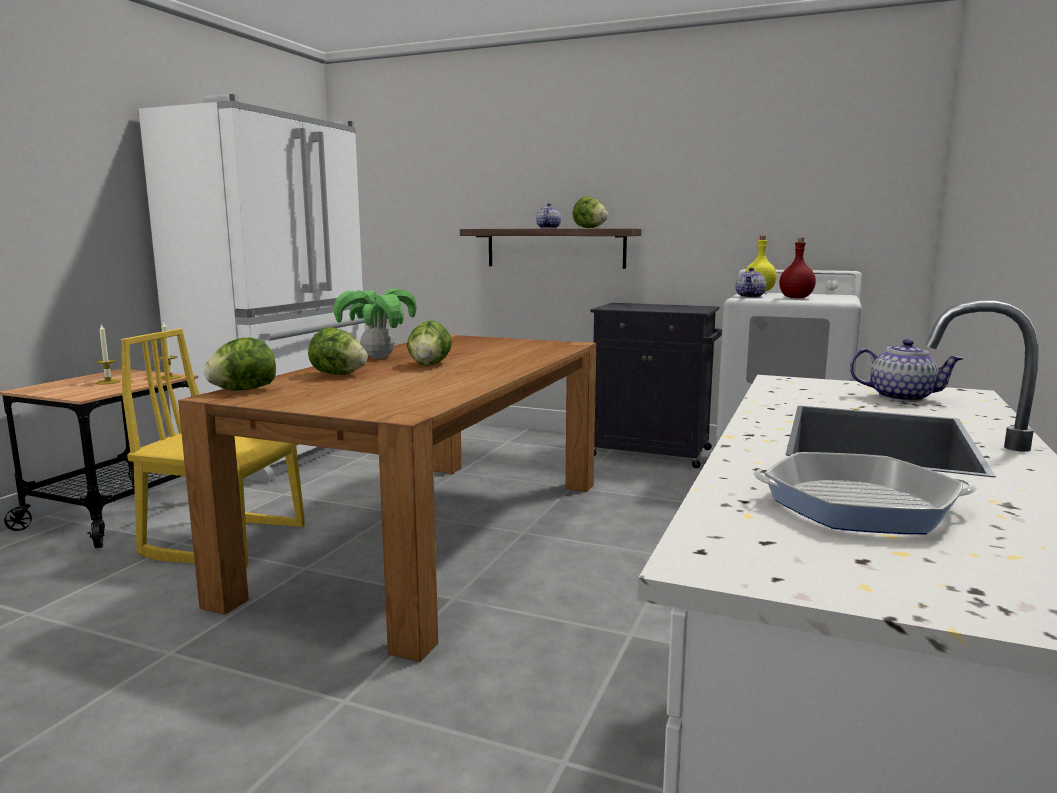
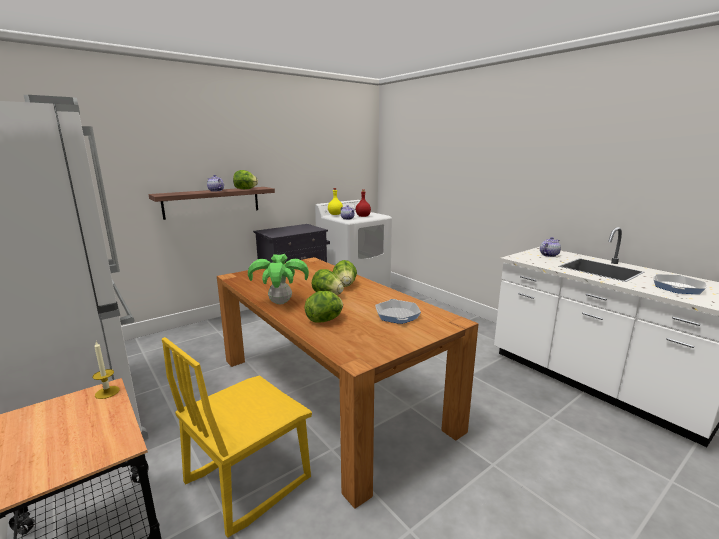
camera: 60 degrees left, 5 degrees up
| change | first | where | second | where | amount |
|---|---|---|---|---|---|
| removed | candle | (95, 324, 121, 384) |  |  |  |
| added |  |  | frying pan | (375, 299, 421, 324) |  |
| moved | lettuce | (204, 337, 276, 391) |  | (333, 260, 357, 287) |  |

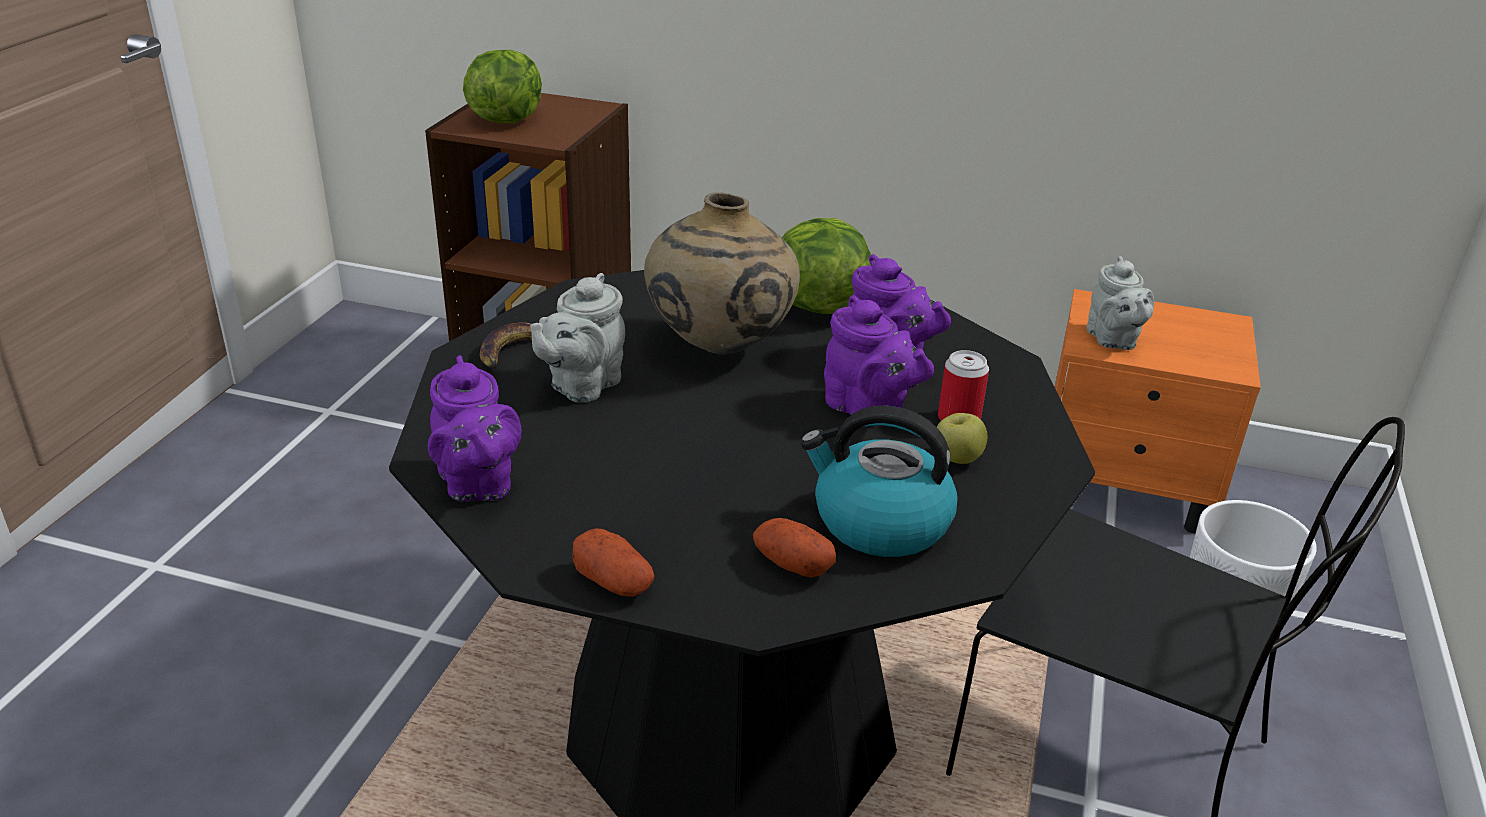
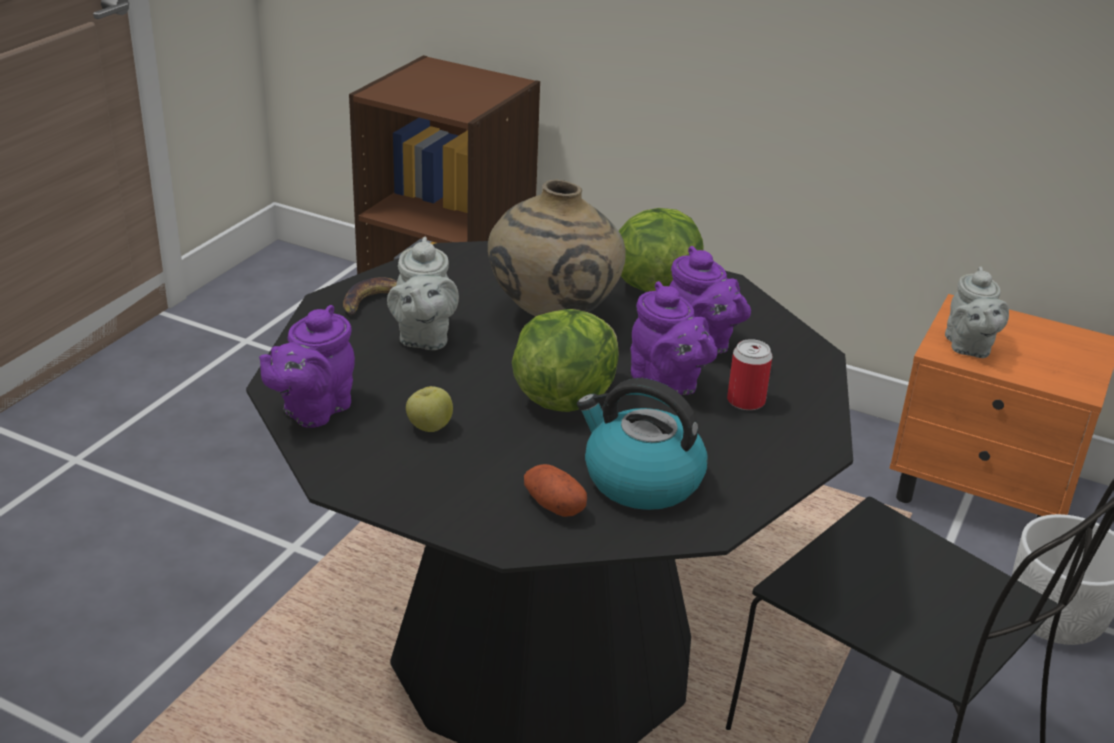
camera: 10 degrees right, 0 degrees up
| change | first | where | second | where | amount |
|---|---|---|---|---|---|
| removed | whole potato | (572, 528, 654, 597) |  |  |  |
| moved | lettuce | (463, 50, 542, 124) |  | (512, 309, 619, 412) |  |
| moved | apple | (937, 413, 987, 464) |  | (406, 386, 453, 432) |  |
| turned | teapot in purple-coloured | (428, 355, 522, 501) |  | (259, 305, 355, 428) | 45 degrees clockwise |
| turned | teapot in gray | (530, 273, 625, 402) |  | (387, 236, 459, 350) | 45 degrees counterclockwise |

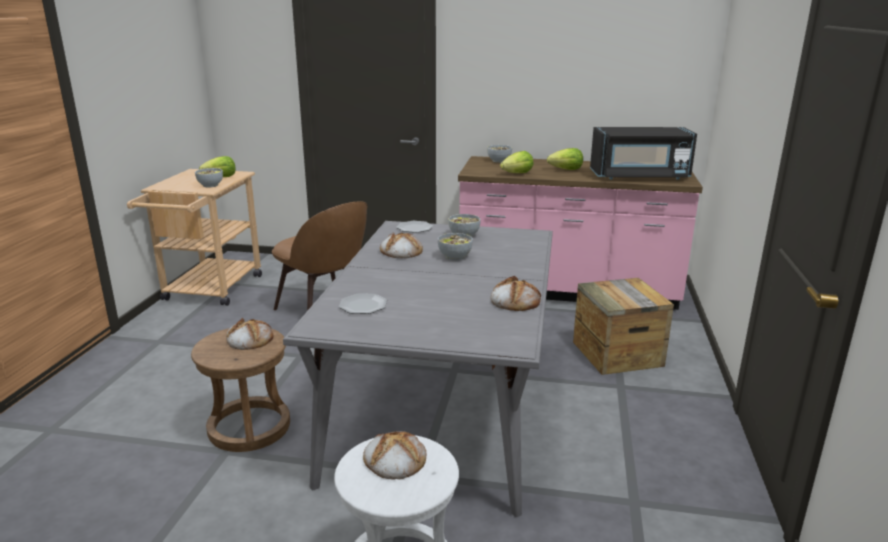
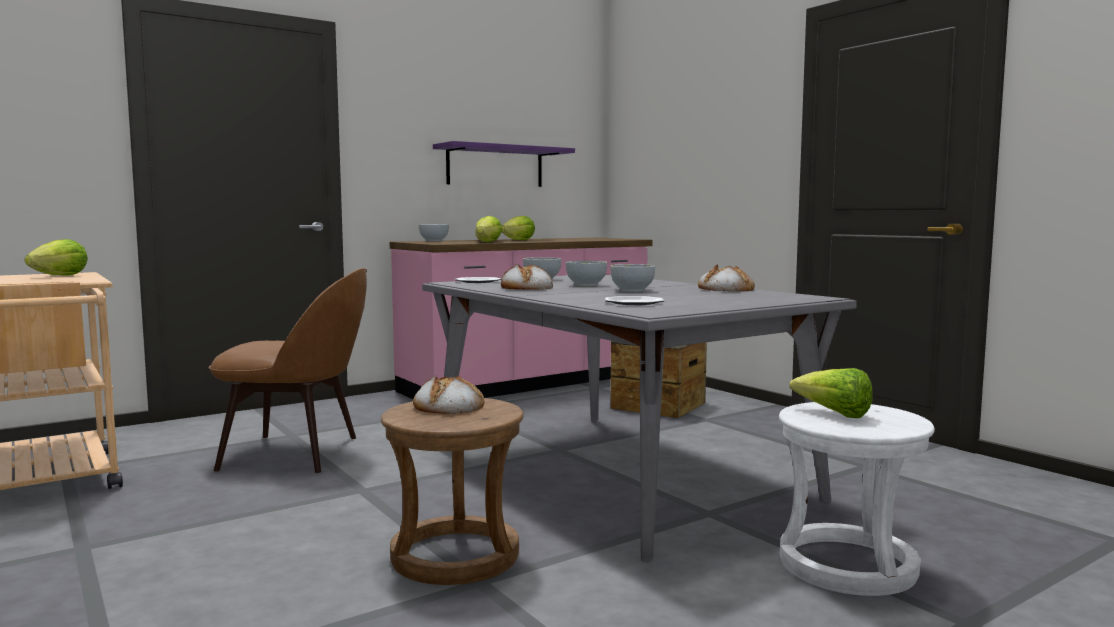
camera: 45 degrees left, 15 degrees down
| change | first | where | second | where | amount |
|---|---|---|---|---|---|
| removed | kitchen microwave in black | (590, 127, 697, 180) |  |  |  |
| added |  |  | bracket shelf in purple-coloured | (433, 141, 575, 187) |  |
| moved | bowl | (195, 168, 223, 188) |  | (610, 264, 655, 292) |  |
| replaced | baked bread | (363, 431, 426, 480) | lettuce | (789, 368, 873, 418) |  |

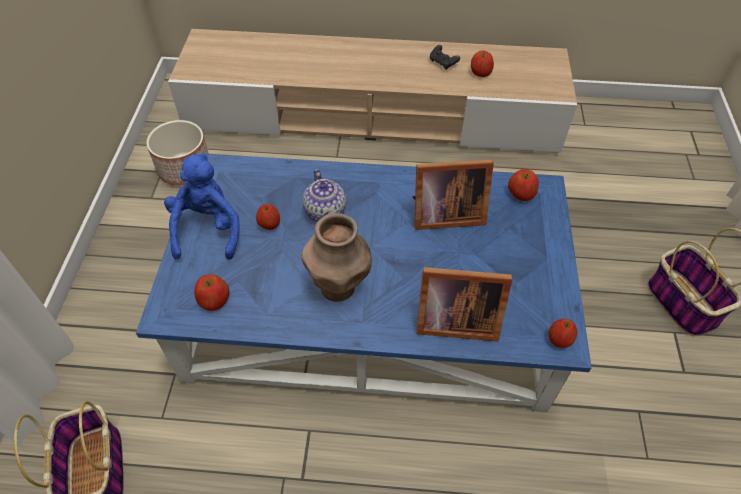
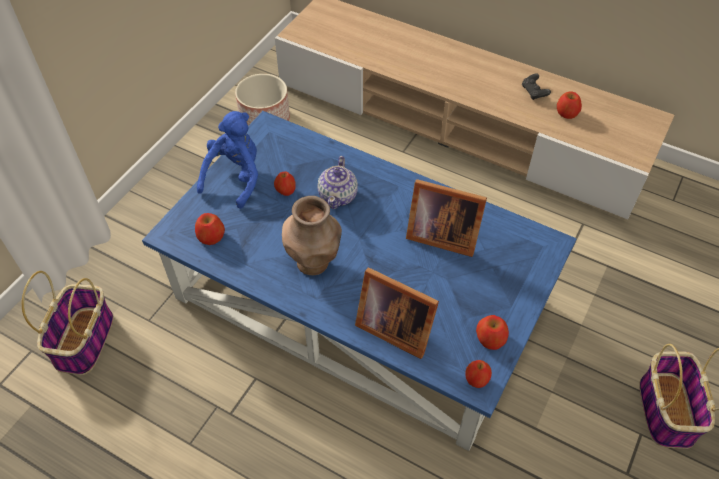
camera: 25 degrees right, 0 degrees up
| change | first | where | second | where | amount |
|---|---|---|---|---|---|
| moved | apple | (508, 169, 539, 201) |  | (476, 315, 509, 350) |  |

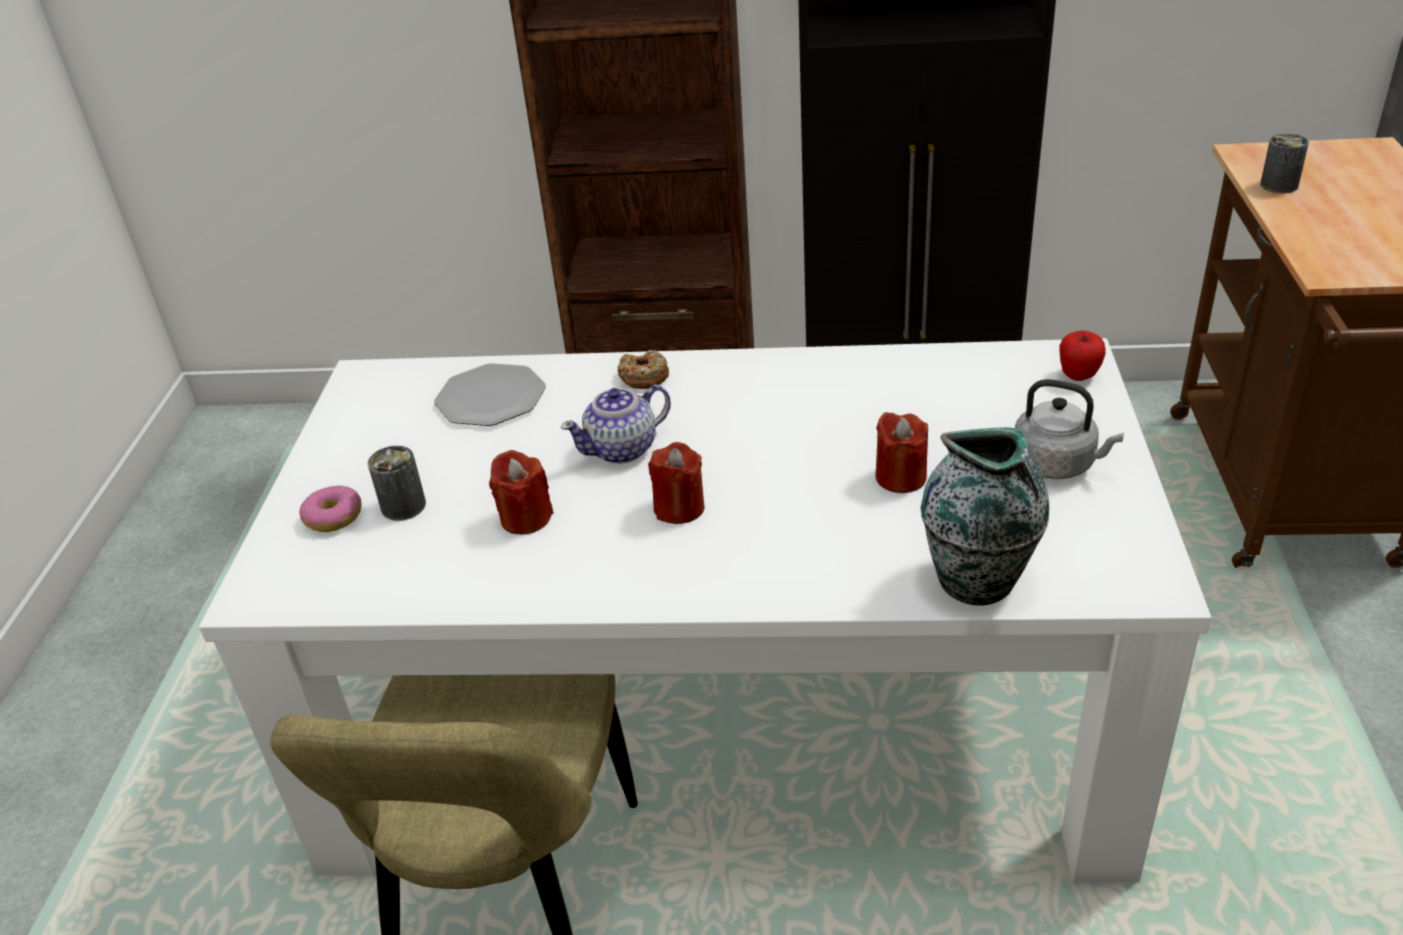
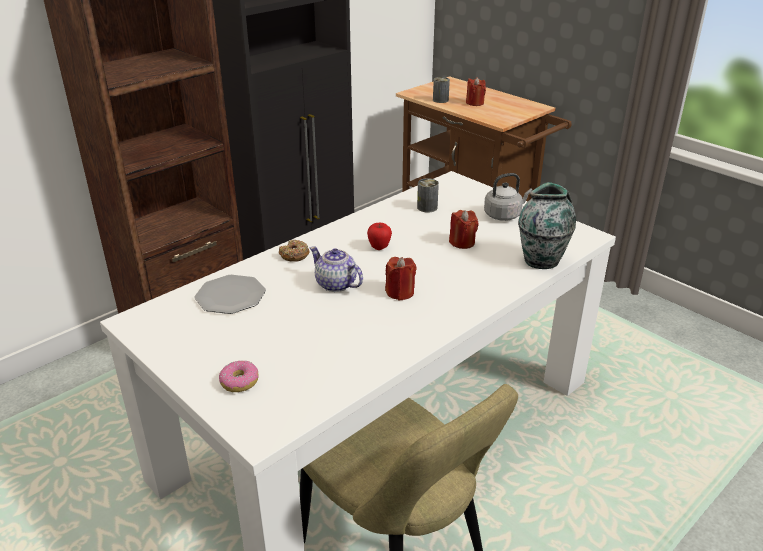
camera: 50 degrees left, 5 degrees down
| change | first | where | second | where | amount |
|---|---|---|---|---|---|
| moved | sealed can | (368, 446, 426, 521) |  | (417, 178, 439, 213) |  |
| moved | candle in red-coloured | (489, 450, 554, 534) |  | (466, 77, 486, 106) |  |
| moved | apple | (1059, 331, 1106, 381) |  | (367, 223, 392, 250) |  |
| turned | teapot | (561, 384, 671, 464) |  | (310, 246, 363, 292) | 120 degrees clockwise |

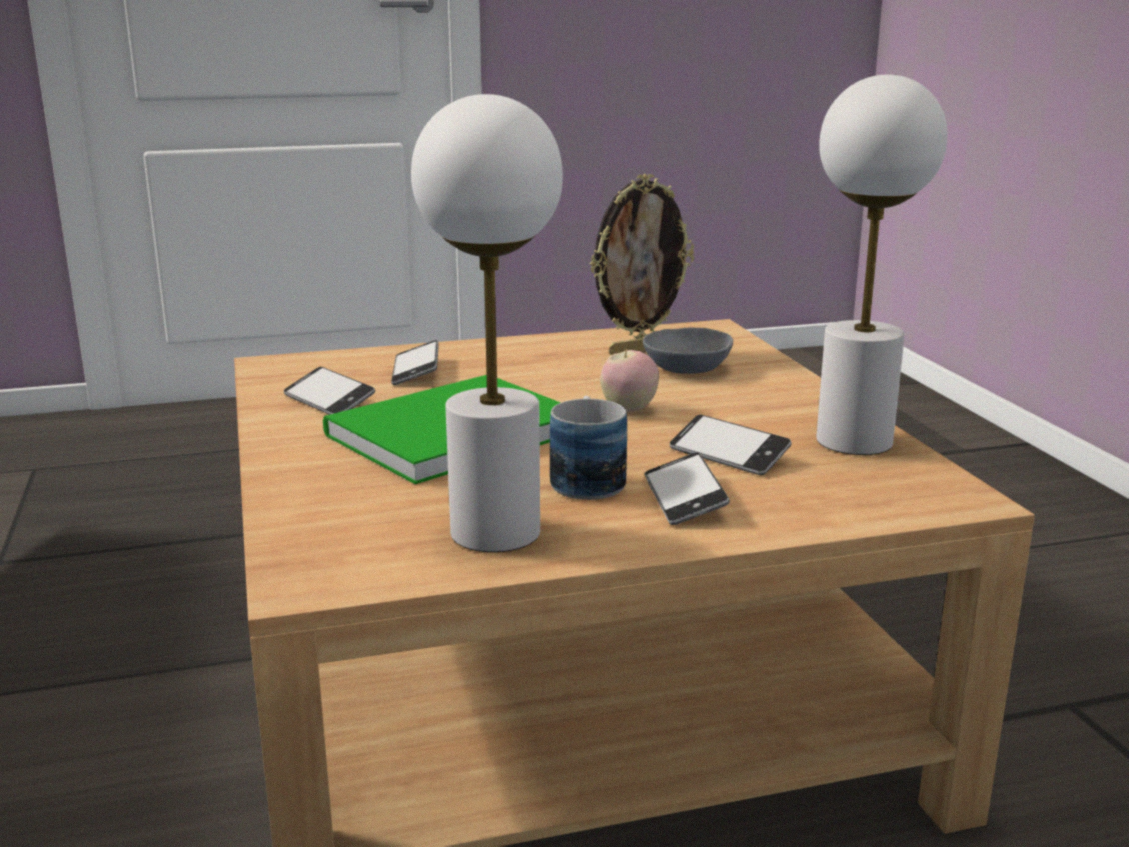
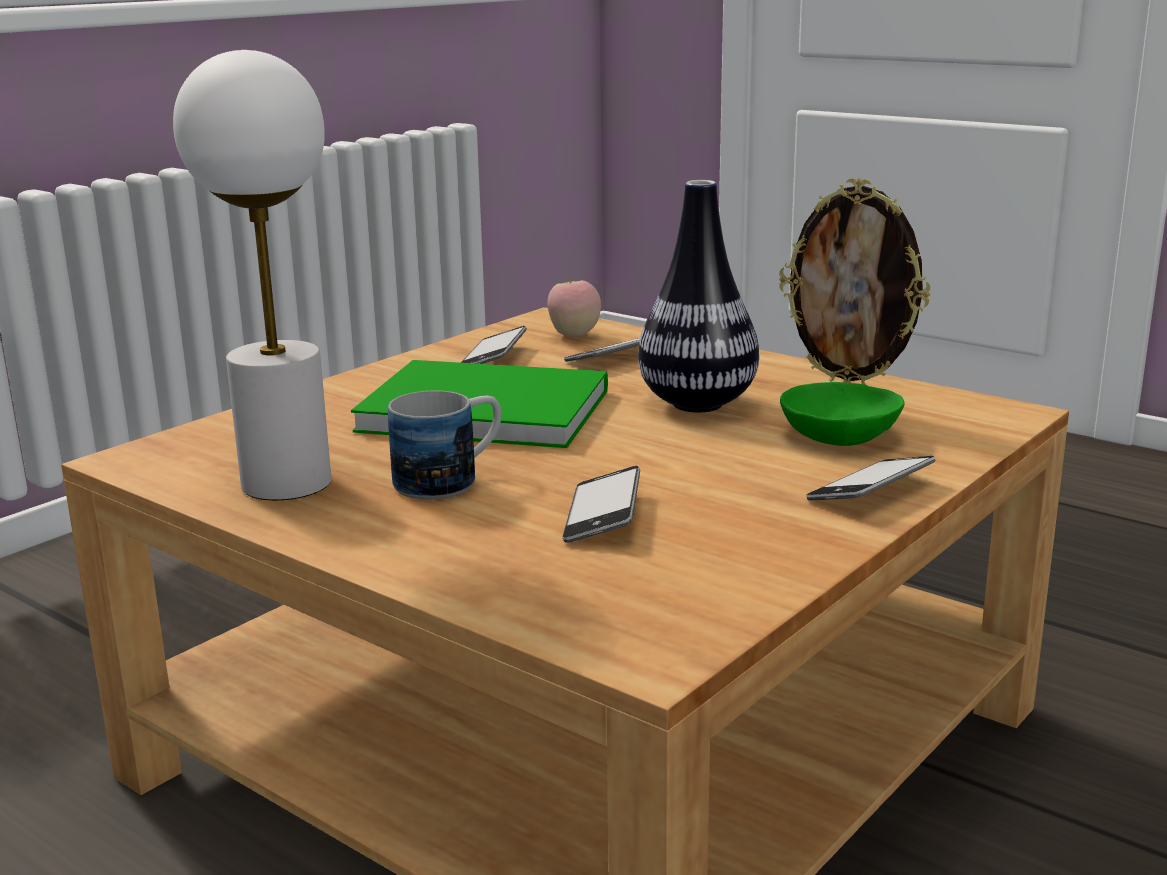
camera: 55 degrees right, 0 degrees up
| change | first | where | second | where | amount |
|---|---|---|---|---|---|
| removed | table lamp in white | (816, 75, 947, 455) |  |  |  |
| added |  |  | flower vase | (638, 180, 759, 412) |  |
| moved | apple | (600, 345, 659, 411) |  | (548, 273, 601, 337) |  |
| moved | phone | (645, 452, 730, 525) |  | (806, 456, 935, 501) |  |
| recoloured | bowl in gray | (643, 327, 733, 374) | bowl in green-coloured | (780, 382, 905, 446) |  |

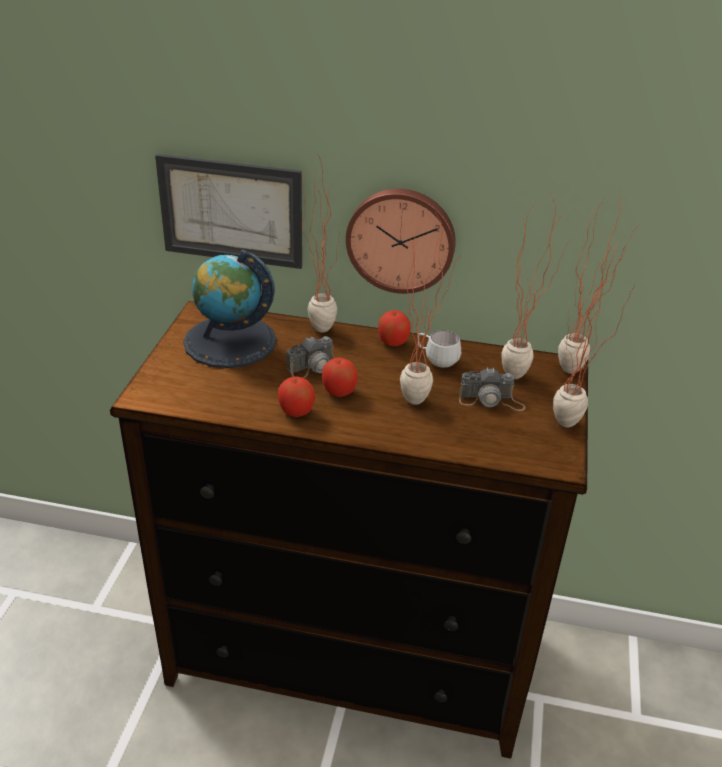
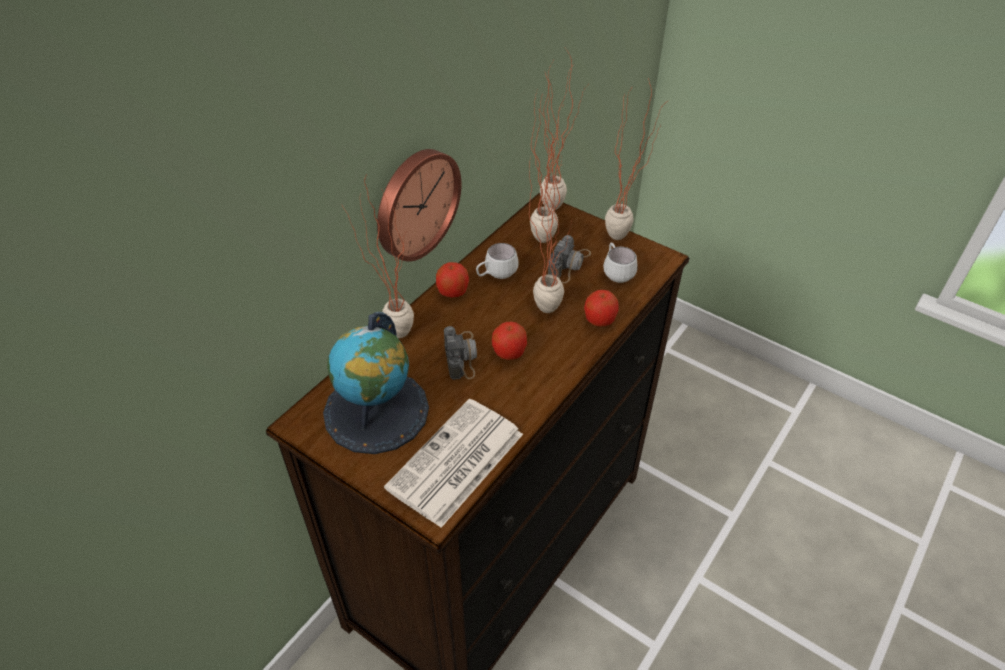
camera: 65 degrees left, 10 degrees up
| change | first | where | second | where | amount |
|---|---|---|---|---|---|
| removed | picture | (155, 154, 302, 269) |  |  |  |
| added |  |  | daily paper | (384, 399, 523, 528) |  |
| added |  |  | tea mug in white | (603, 243, 638, 283) |  |
| moved | apple | (278, 376, 315, 417) |  | (584, 290, 618, 326) |  |

